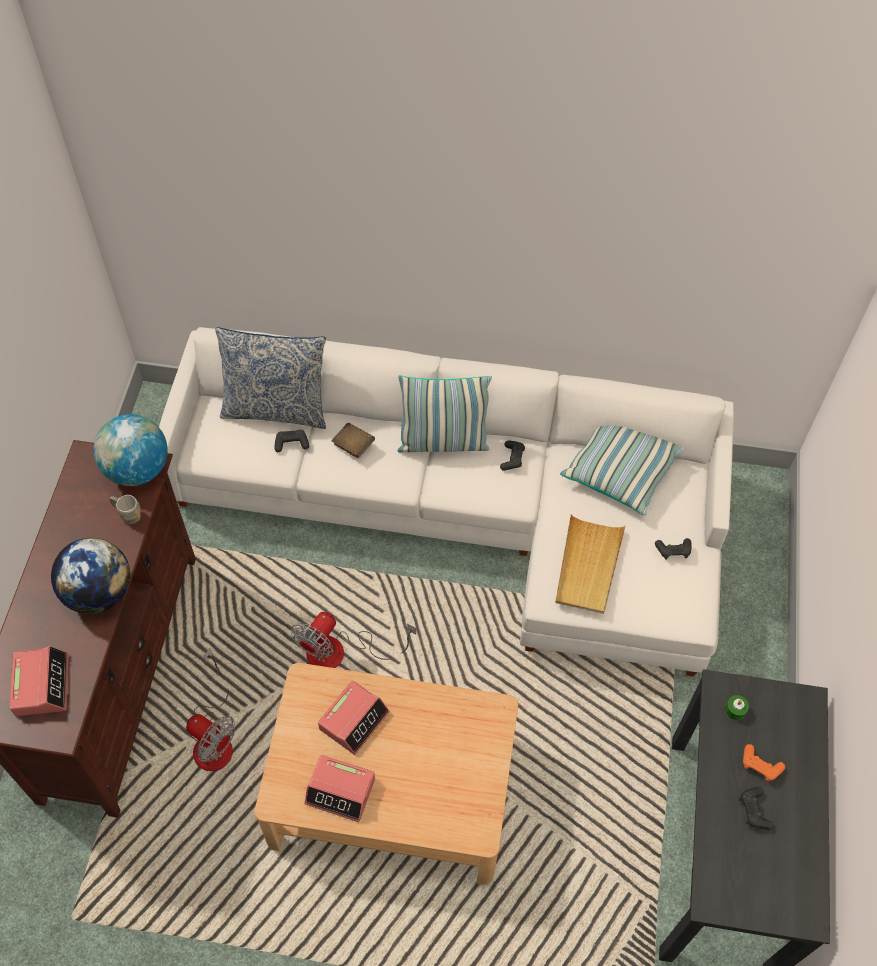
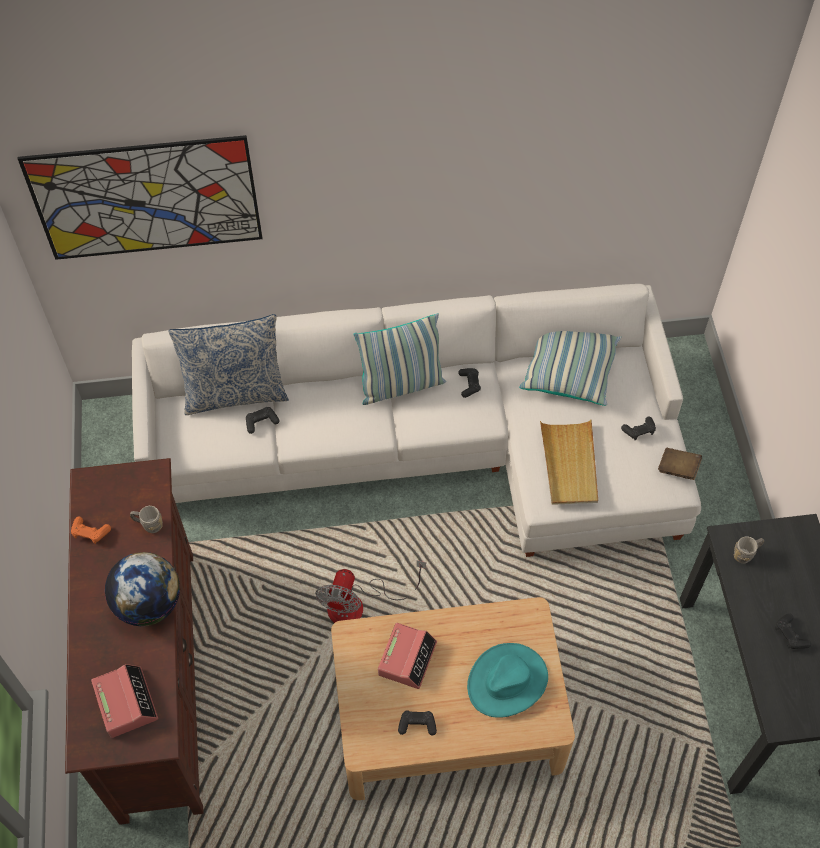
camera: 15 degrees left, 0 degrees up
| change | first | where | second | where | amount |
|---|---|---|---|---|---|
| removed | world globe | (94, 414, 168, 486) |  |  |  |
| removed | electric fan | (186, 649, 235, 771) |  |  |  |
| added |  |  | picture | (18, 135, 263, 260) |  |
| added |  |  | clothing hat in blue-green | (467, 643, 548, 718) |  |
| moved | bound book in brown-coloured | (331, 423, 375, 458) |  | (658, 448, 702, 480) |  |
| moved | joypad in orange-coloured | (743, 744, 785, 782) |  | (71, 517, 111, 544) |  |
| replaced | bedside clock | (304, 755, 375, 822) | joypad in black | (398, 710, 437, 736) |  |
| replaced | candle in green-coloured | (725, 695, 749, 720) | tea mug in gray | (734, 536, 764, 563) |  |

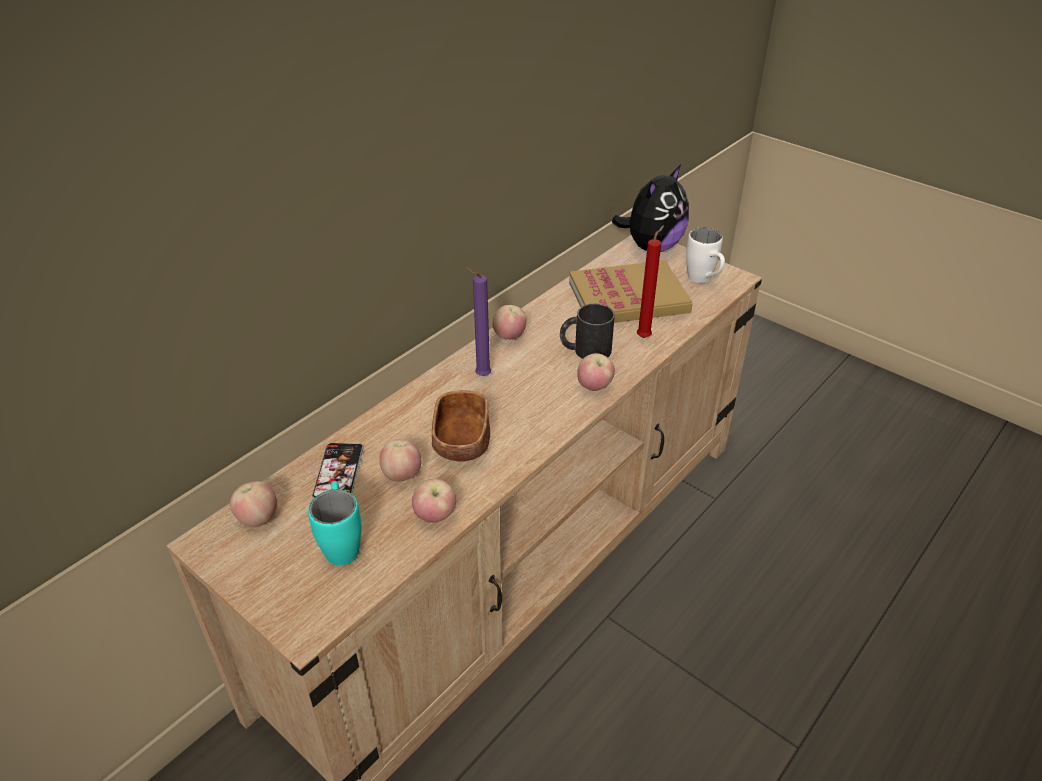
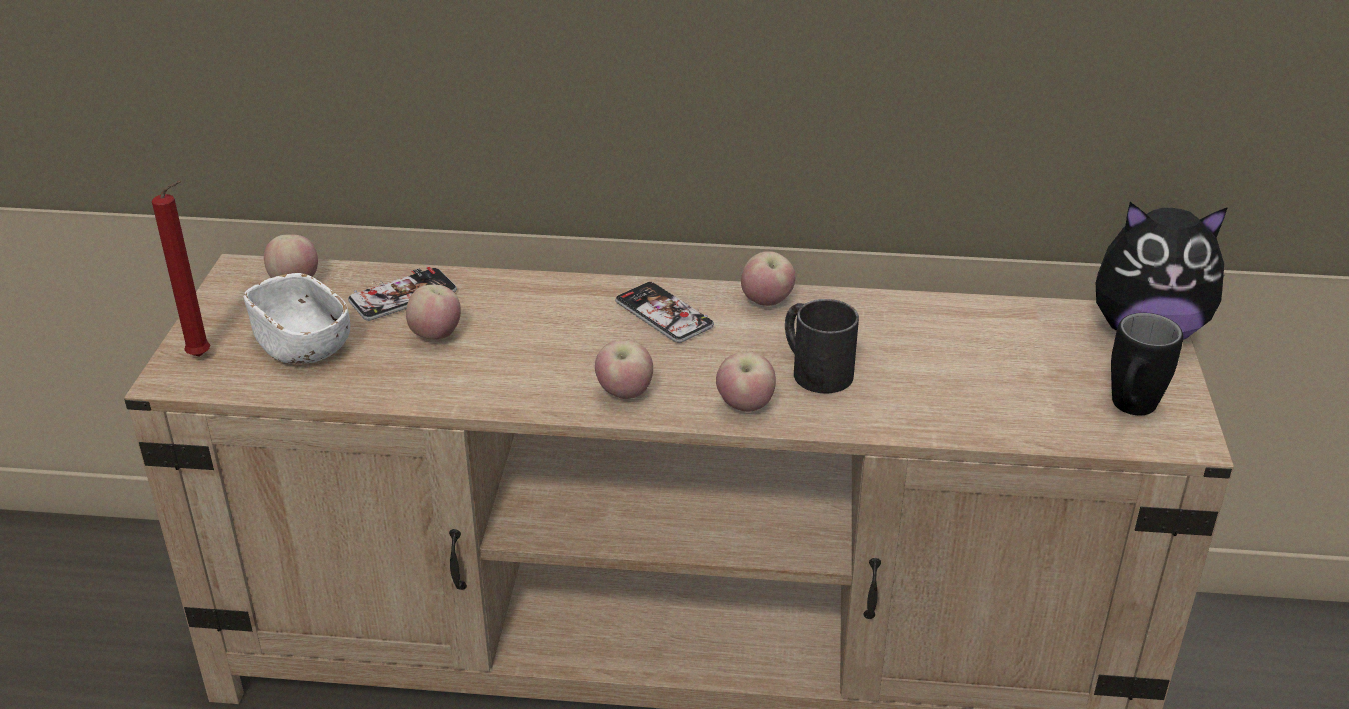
camera: 55 degrees right, 5 degrees down
| change | first | where | second | where | amount |
|---|---|---|---|---|---|
| removed | bowl in brown-coloured | (432, 390, 490, 462) |  |  |  |
| removed | bound book | (569, 260, 693, 323) |  |  |  |
| moved | apple | (412, 478, 456, 523) |  | (595, 339, 653, 399) |  |
| moved | candle in red-coloured | (637, 225, 664, 338) |  | (152, 181, 210, 357) |  |
| replaced | tea mug in blue-green | (308, 481, 362, 566) | bowl in white | (244, 273, 351, 364) |  |
| replaced | candle in purple-coloured | (465, 268, 491, 376) | phone | (615, 282, 714, 343) |  |
| recoloured | tea mug in white | (686, 227, 725, 283) | tea mug in black | (1111, 313, 1183, 415) |  |

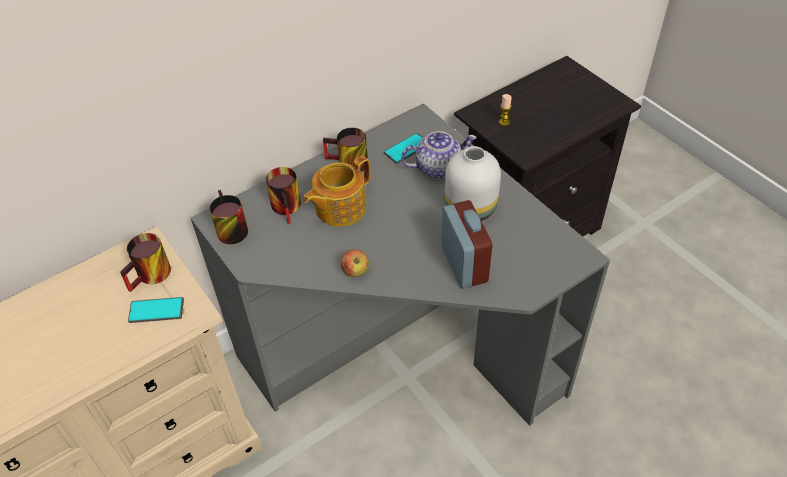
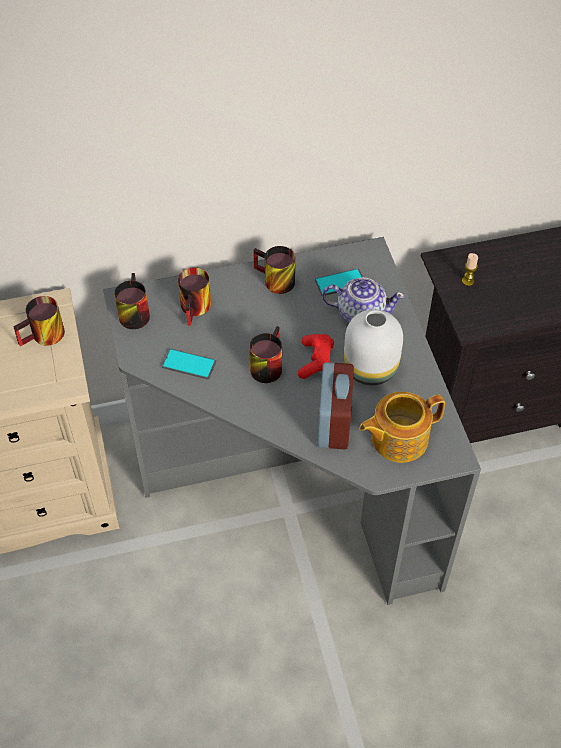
camera: 20 degrees right, 5 degrees up
| change | first | where | second | where | amount |
|---|---|---|---|---|---|
| removed | apple | (341, 249, 369, 277) |  |  |  |
| added |  |  | tea mug | (249, 326, 282, 383) |  |
| added |  |  | joypad in red-coloured | (298, 334, 334, 379) |  |
| moved | phone | (128, 297, 184, 323) |  | (162, 349, 216, 379) |  |
| moved | teapot | (303, 156, 371, 226) |  | (359, 392, 445, 463) |  |

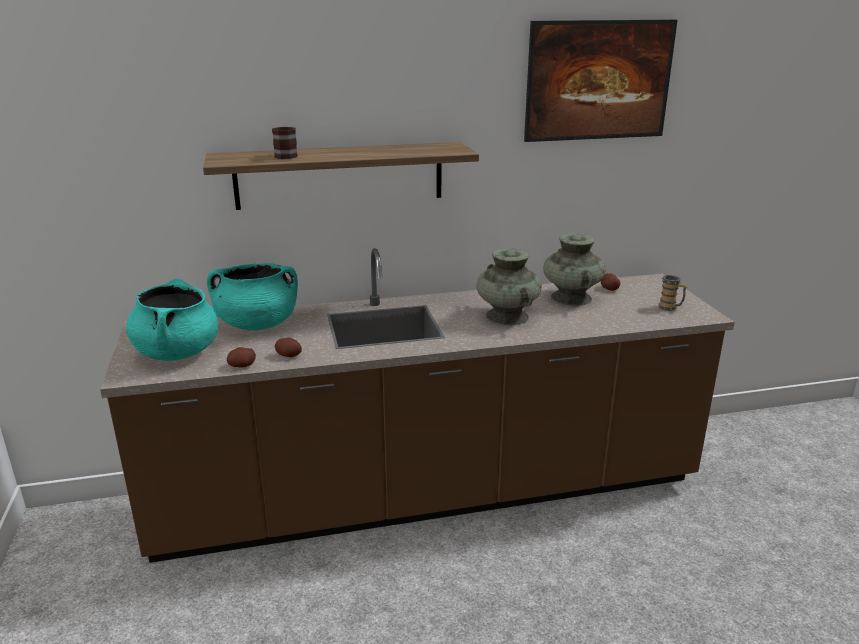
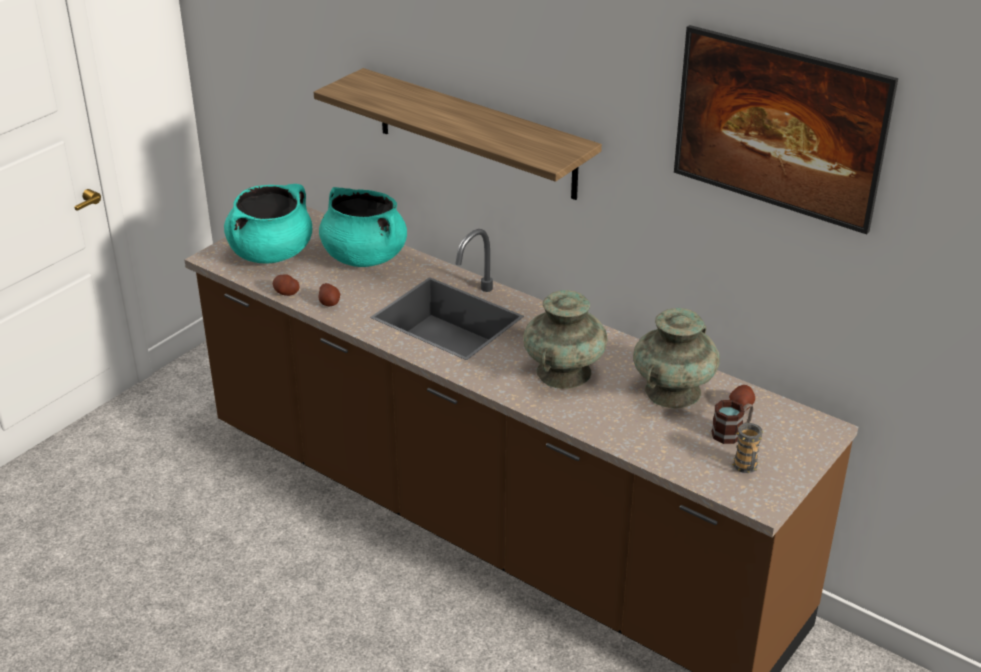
camera: 50 degrees right, 10 degrees up
| change | first | where | second | where | amount |
|---|---|---|---|---|---|
| moved | tea mug | (272, 127, 298, 159) |  | (711, 400, 753, 444) |  |

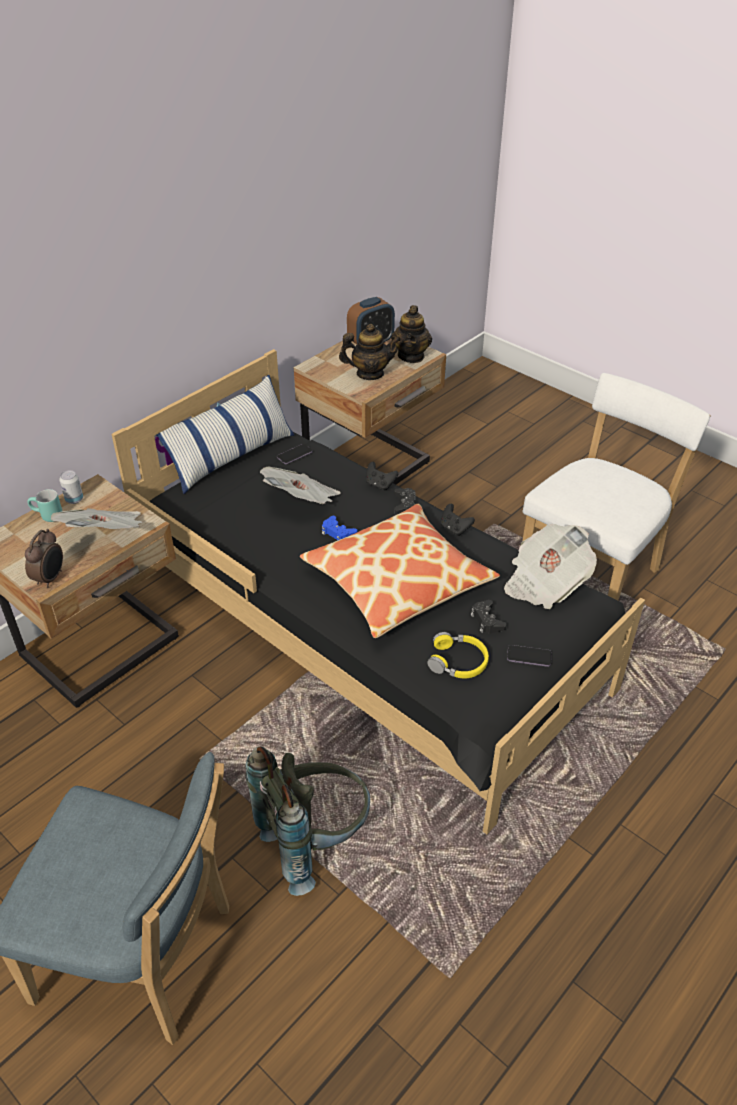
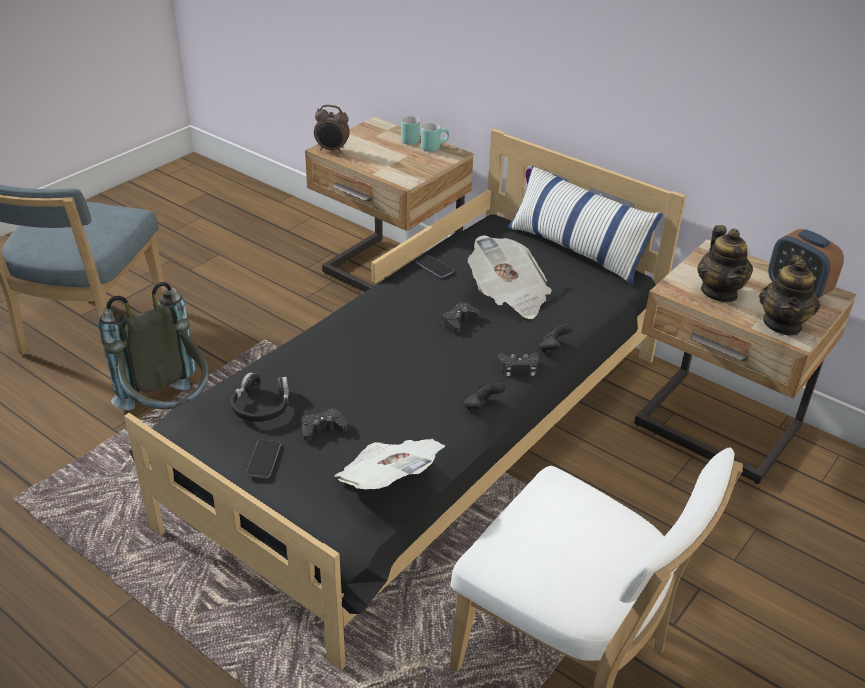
camera: 85 degrees right, 5 degrees down
| change | first | where | second | where | amount |
|---|---|---|---|---|---|
| removed | daily paper | (51, 508, 142, 529) |  |  |  |
| removed | throw pillow | (300, 504, 500, 638) |  |  |  |
| moved | phone | (277, 444, 313, 464) |  | (416, 255, 454, 278) |  |
| replaced | sealed can | (59, 470, 83, 504) | tea mug in blue-green | (421, 123, 449, 152) |  |
| recoloured | joypad in blue-coloured | (322, 516, 357, 541) | joypad in black | (442, 302, 480, 332) |  |
| recoloured | pair of headphones in yellow | (427, 632, 489, 679) | pair of headphones in black | (231, 372, 289, 422) |  |
| turned | teapot | (391, 305, 432, 363) |  | (759, 255, 820, 336) | 75 degrees counterclockwise |

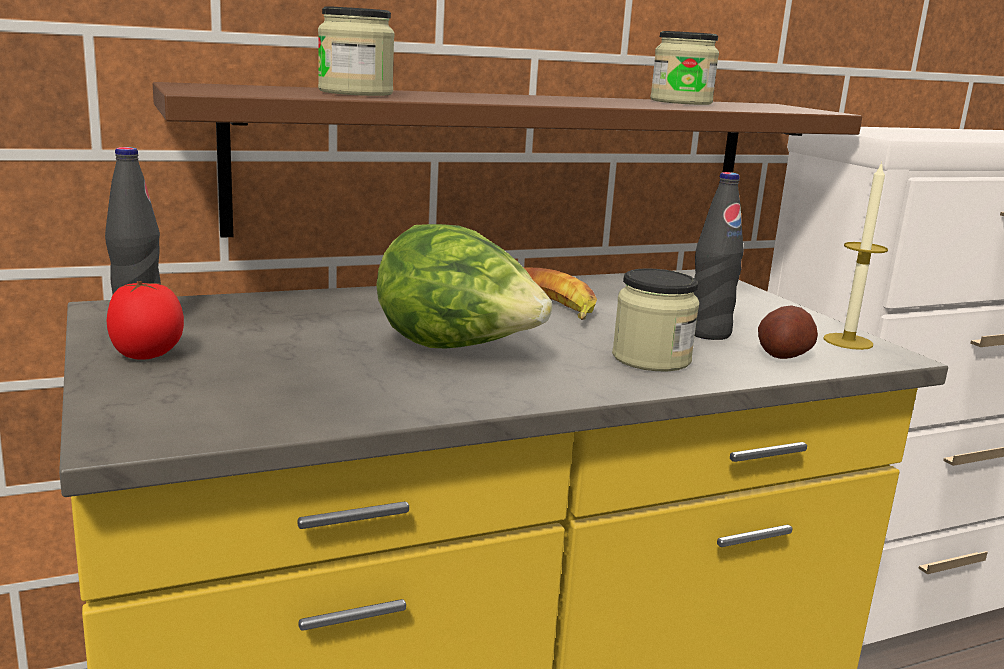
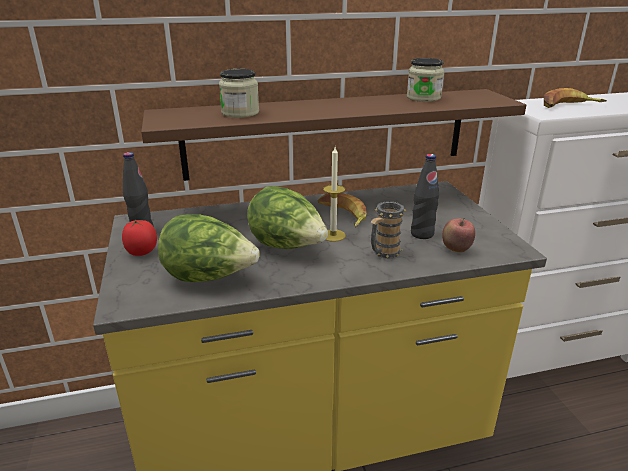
camera: 10 degrees right, 10 degrees up
| change | first | where | second | where | amount |
|---|---|---|---|---|---|
| added |  |  | lettuce | (158, 214, 260, 282) |  |
| added |  |  | banana | (544, 88, 607, 108) |  |
| moved | candle | (823, 161, 888, 350) |  | (323, 147, 346, 242) |  |
| replaced | storage jar | (612, 268, 699, 371) | tea mug | (371, 201, 407, 259) |  |
| replaced | whole potato | (758, 305, 818, 359) | apple | (442, 218, 475, 253) |  |

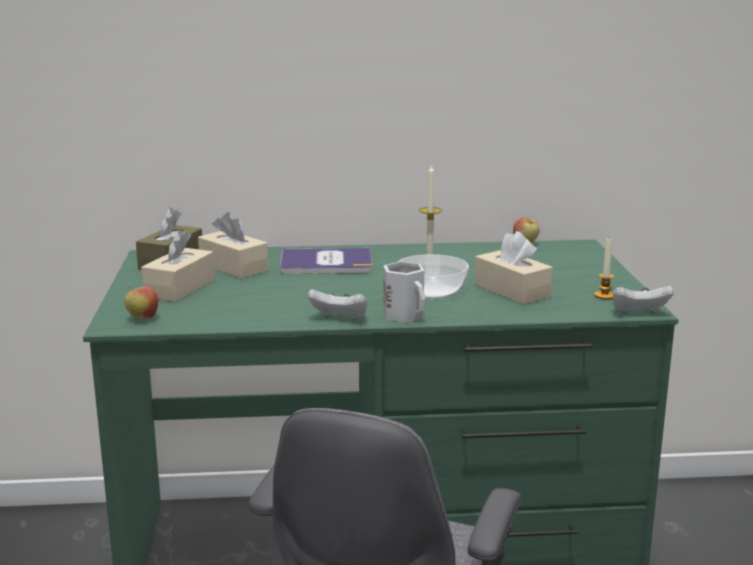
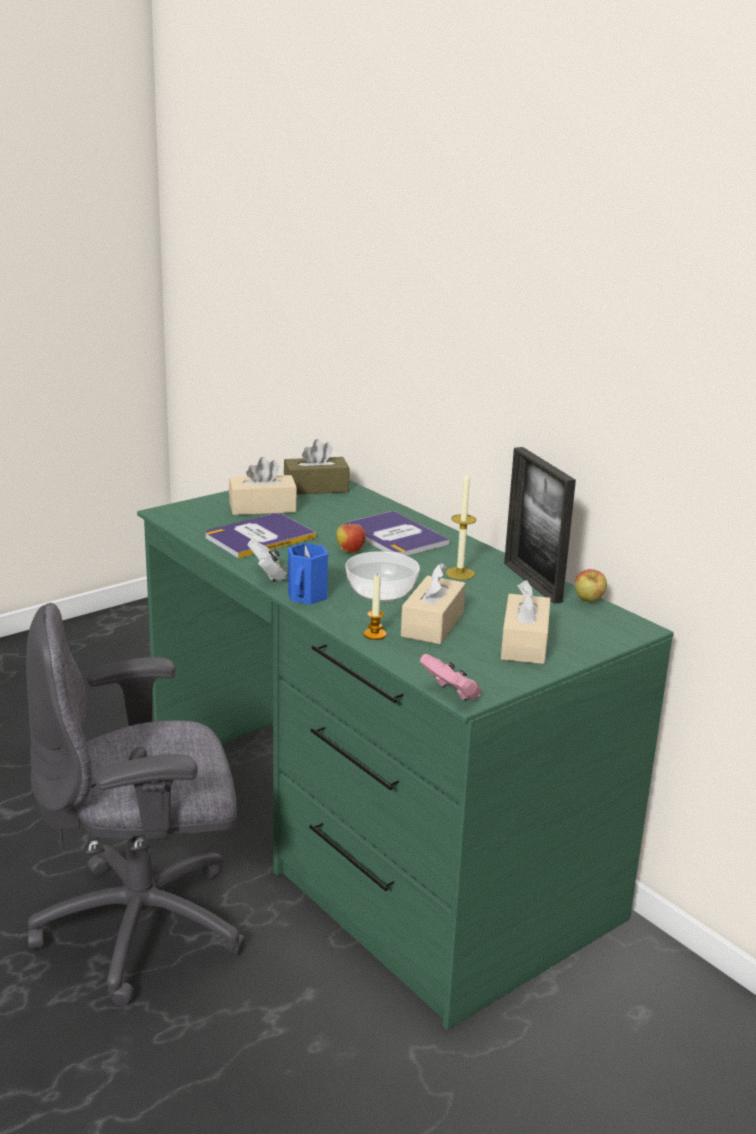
camera: 55 degrees right, 5 degrees up
| change | first | where | second | where | amount |
|---|---|---|---|---|---|
| added |  |  | bound book | (205, 513, 316, 558) |  |
| added |  |  | picture frame | (504, 447, 576, 604) |  |
| moved | apple | (124, 286, 158, 320) |  | (336, 520, 366, 553) |  |
| moved | tissue holder in sand-coloured | (198, 212, 269, 279) |  | (501, 580, 550, 664) |  |
| moved | candle | (594, 237, 614, 299) |  | (364, 575, 386, 640) |  |
| recoloured | tea mug in white | (383, 261, 426, 323) | tea mug in blue-coloured | (288, 543, 328, 605) |  |
| recoloured | joypad in white | (612, 286, 674, 313) | joypad in pink | (420, 654, 481, 701) |  |

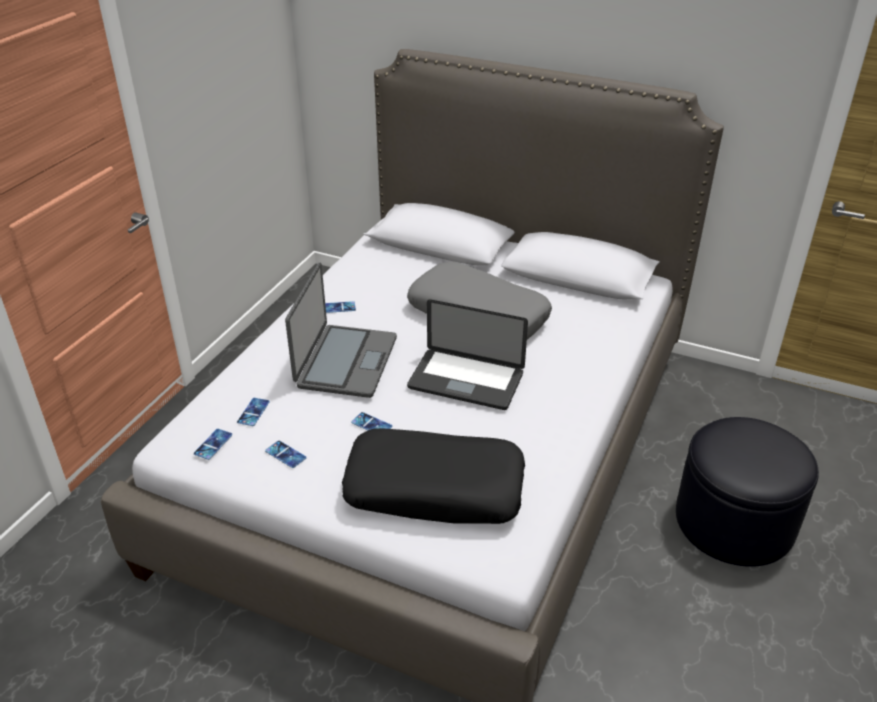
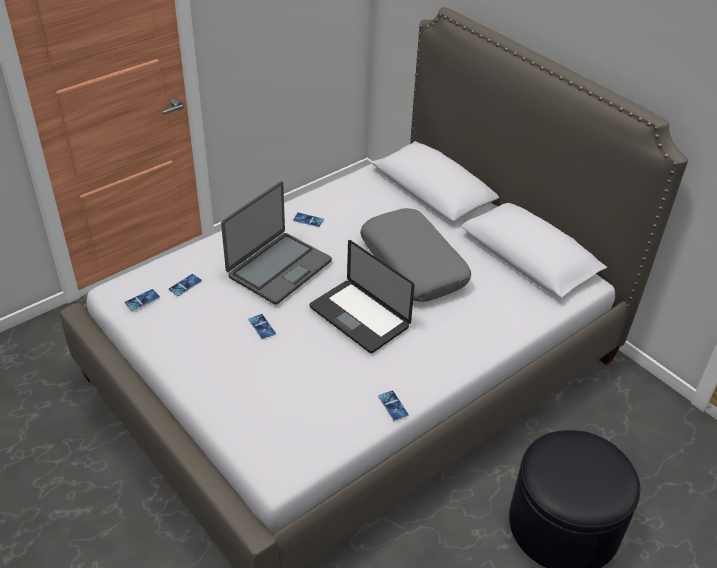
camera: 25 degrees right, 5 degrees up
| change | first | where | second | where | amount |
|---|---|---|---|---|---|
| removed | throw pillow in black | (342, 428, 525, 524) |  |  |  |
| moved | phone | (265, 441, 306, 468) |  | (378, 391, 409, 421) |  |

